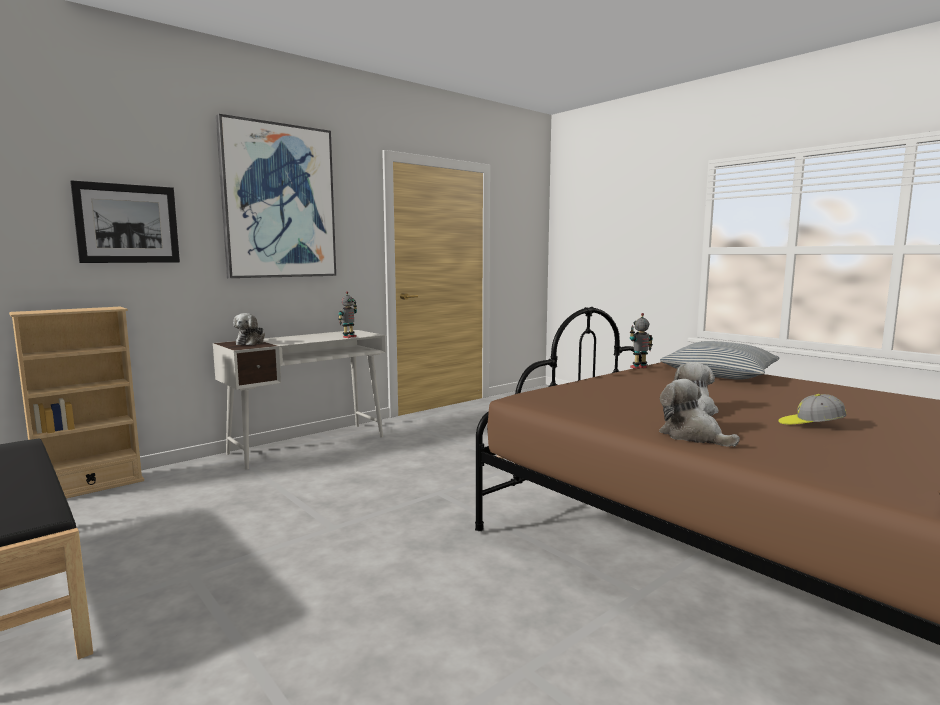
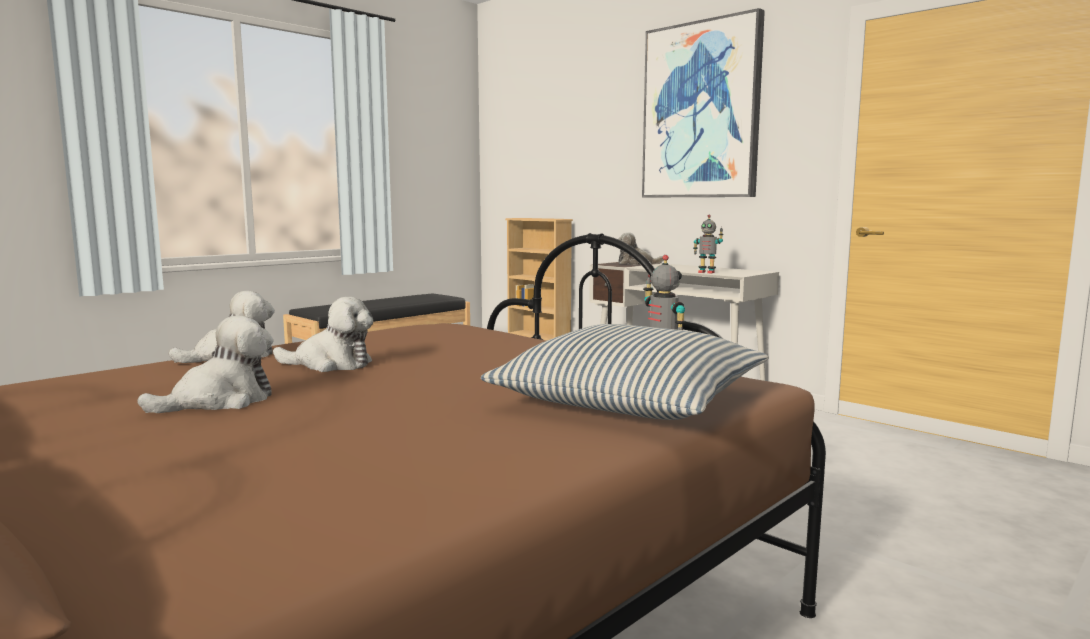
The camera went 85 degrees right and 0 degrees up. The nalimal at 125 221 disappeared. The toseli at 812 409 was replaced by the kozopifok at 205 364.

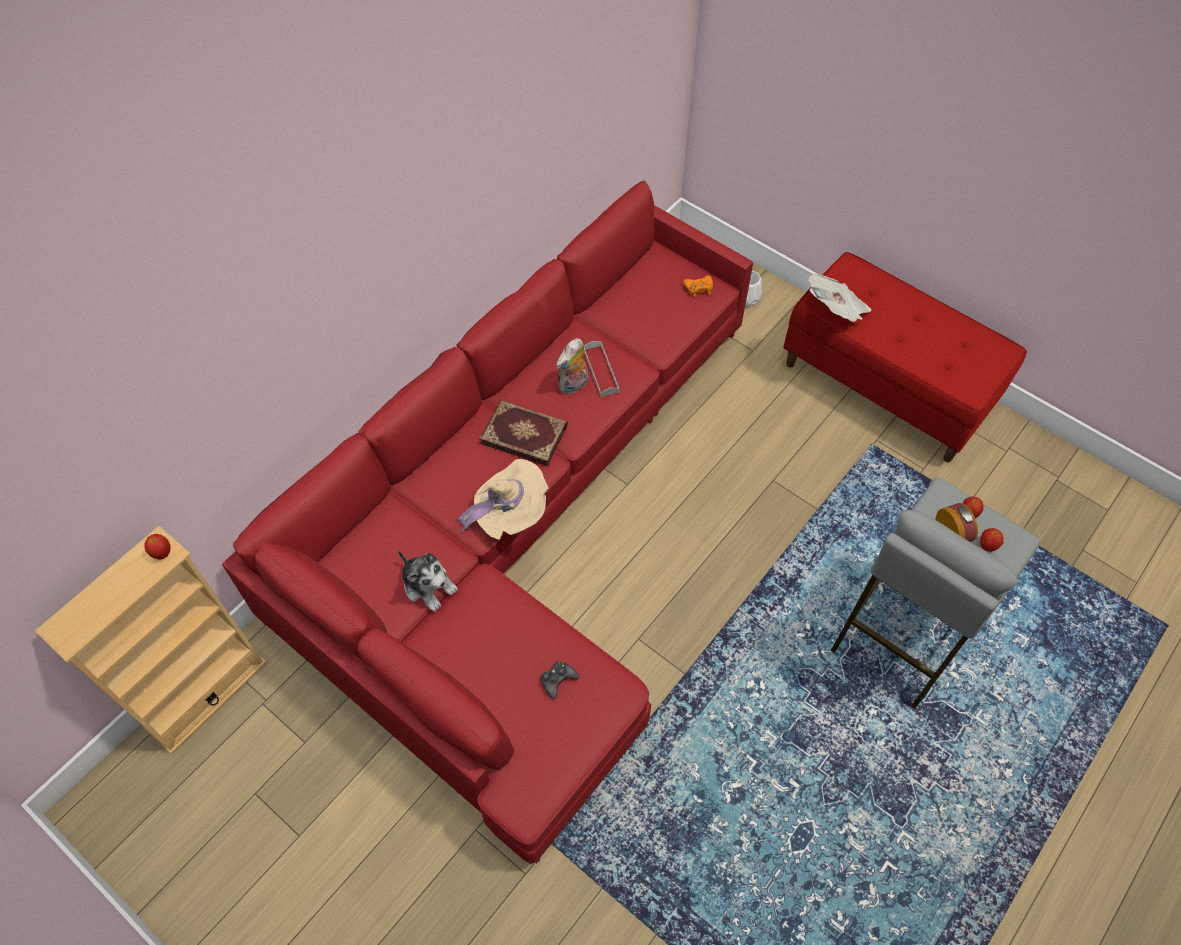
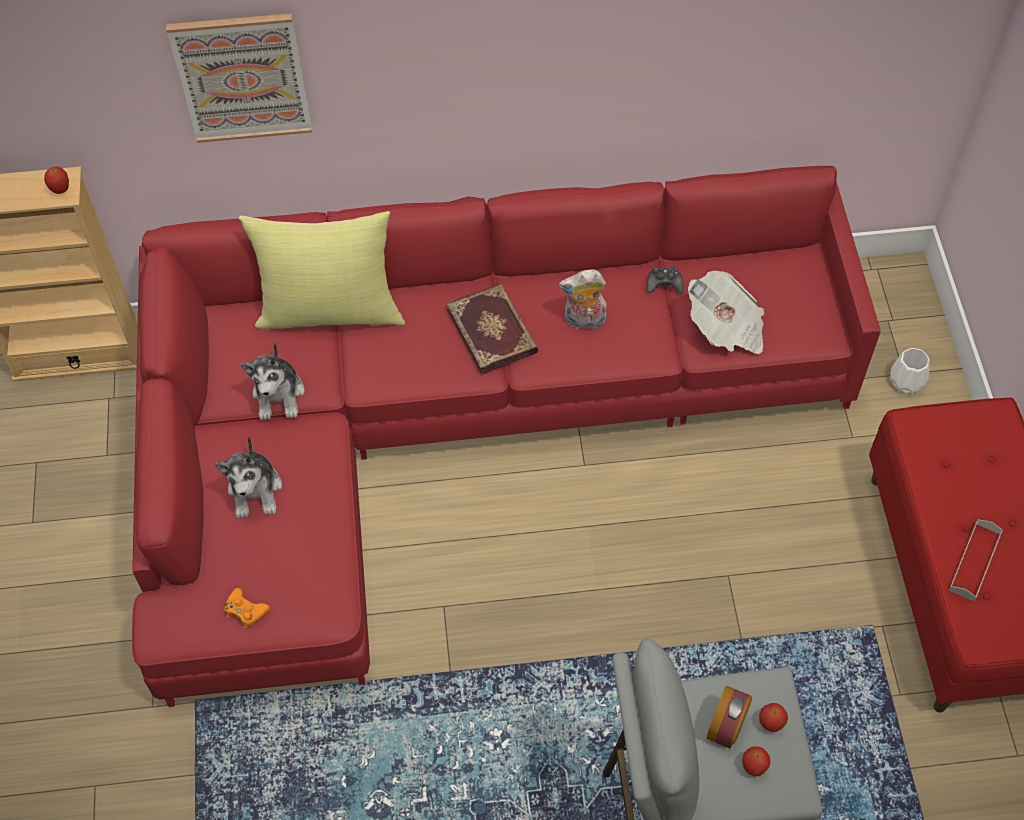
The camera went 45 degrees right and 0 degrees up. The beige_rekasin at 503 499 disappeared. The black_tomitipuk moved from 560 680 to 665 280. The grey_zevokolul moved from 602 369 to 976 560. The orange_tomitipuk moved from 698 286 to 247 608. The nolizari moved from 840 297 to 726 312. The nalimal at 239 78 appeared. The kozopifok at 248 476 appeared. The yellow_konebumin at 321 270 appeared.

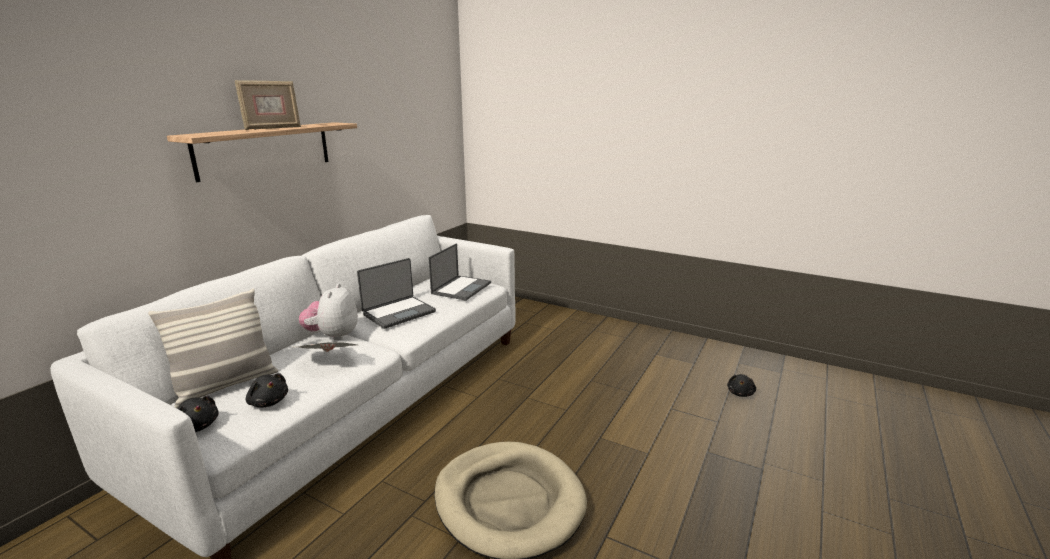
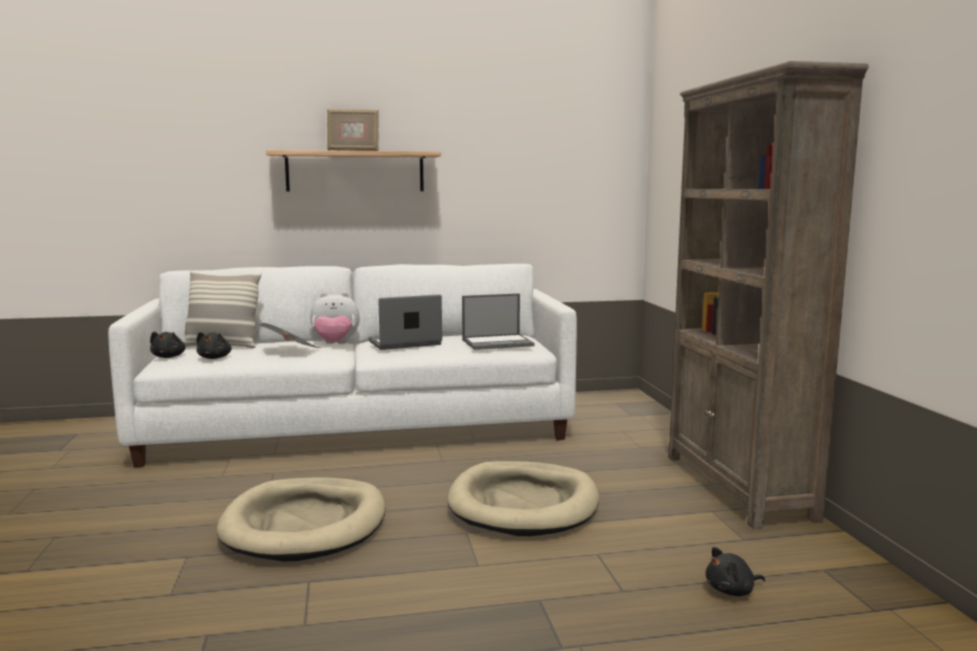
The camera went 50 degrees right and 10 degrees down. The kozopifok at 328 311 turned 150 degrees counterclockwise. The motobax at 396 293 turned 150 degrees clockwise. The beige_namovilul at 523 498 appeared. The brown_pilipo at 768 295 appeared.

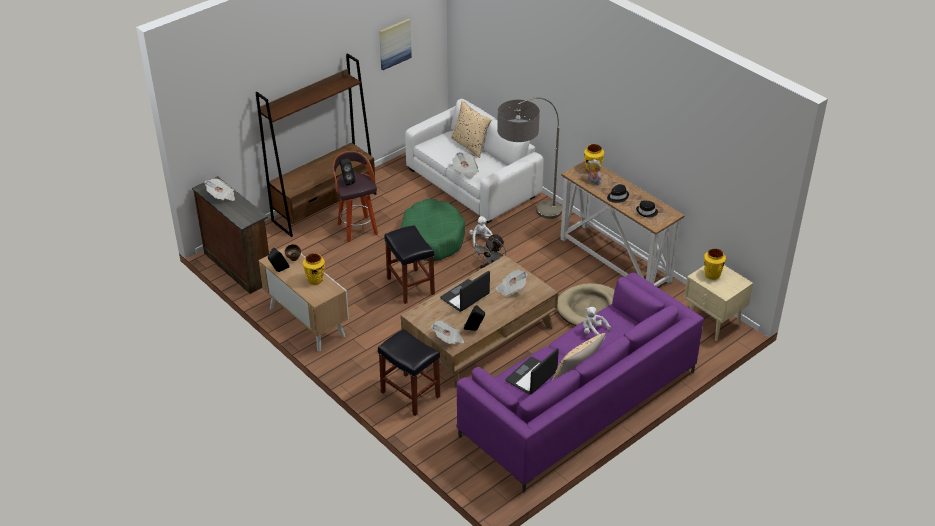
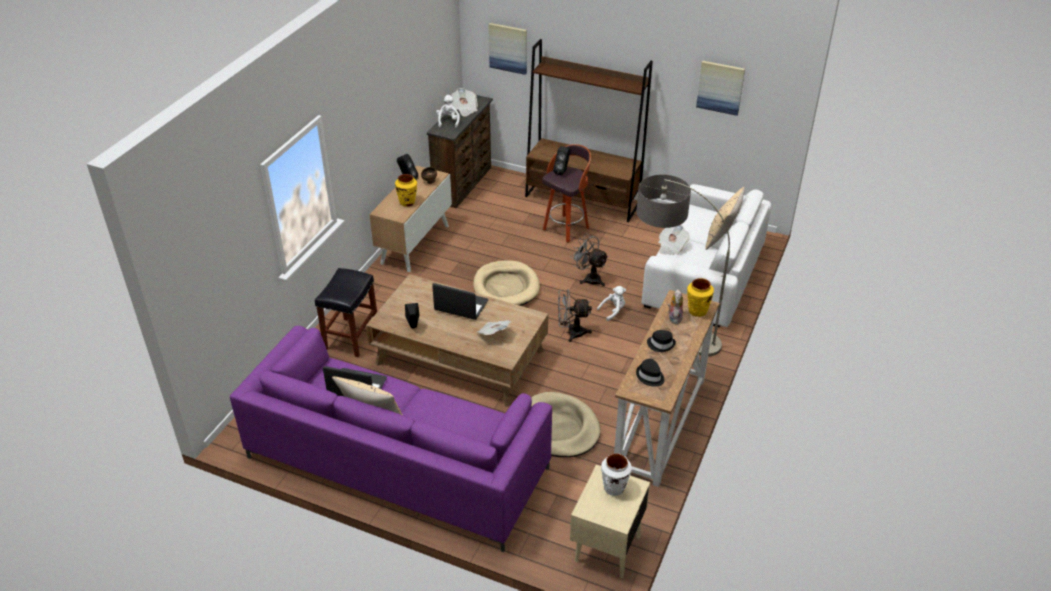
The camera went 65 degrees right and 0 degrees up. The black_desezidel at 409 264 was replaced by the beige_namovilul at 506 283. The green_namovilul at 433 230 was replaced by the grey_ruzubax at 589 260. The nolizari at 447 332 disappeared. The white_kozopifok moved from 597 324 to 448 111. The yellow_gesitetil at 715 264 became the white_gesitetil at 616 474. The nalimal at 507 49 appeared.

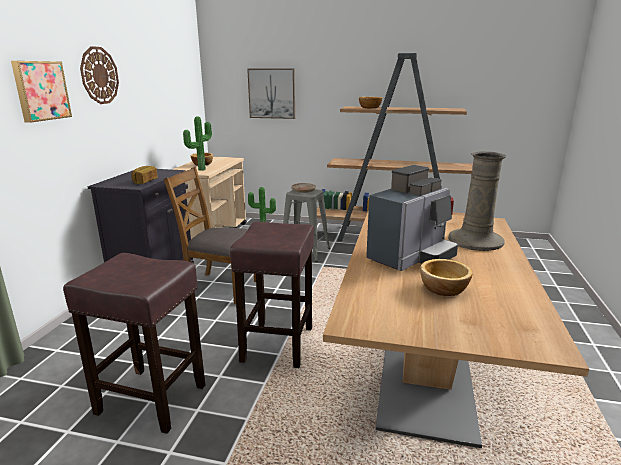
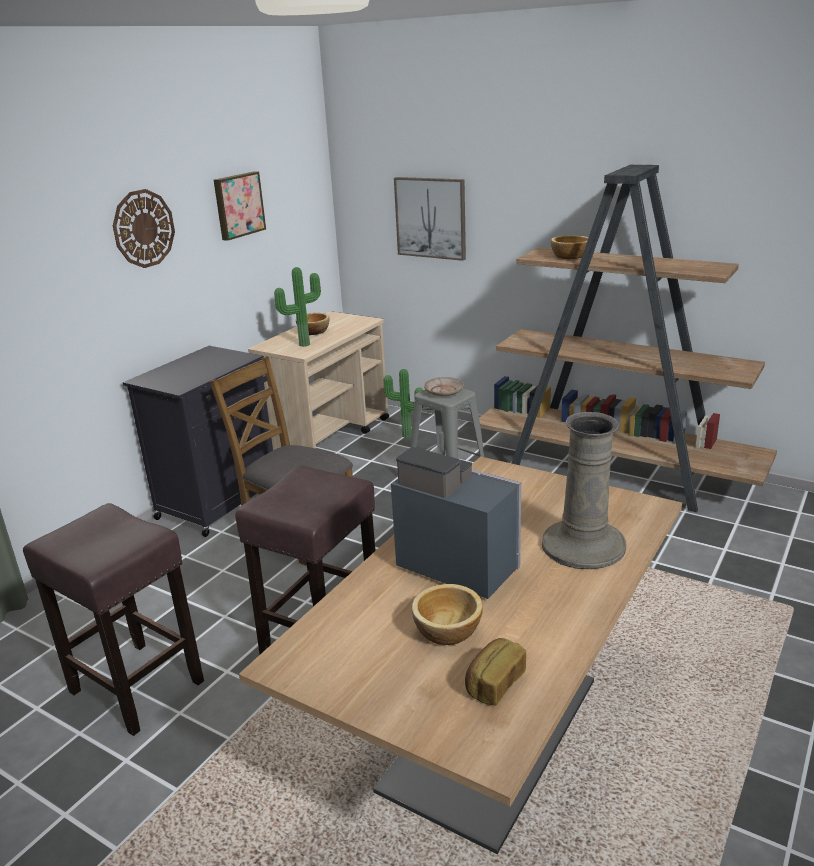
The camera went 20 degrees right and 5 degrees up. The nalimal moved from 41 92 to 240 206. The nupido moved from 144 175 to 495 672. The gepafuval at 412 218 turned 120 degrees counterclockwise.

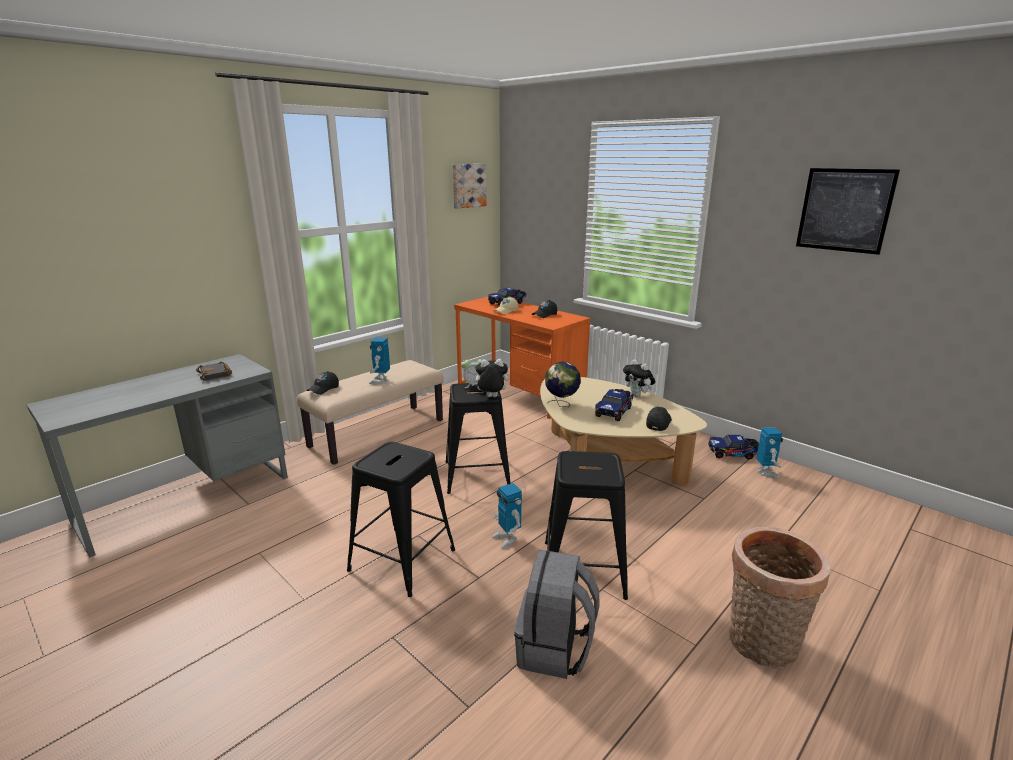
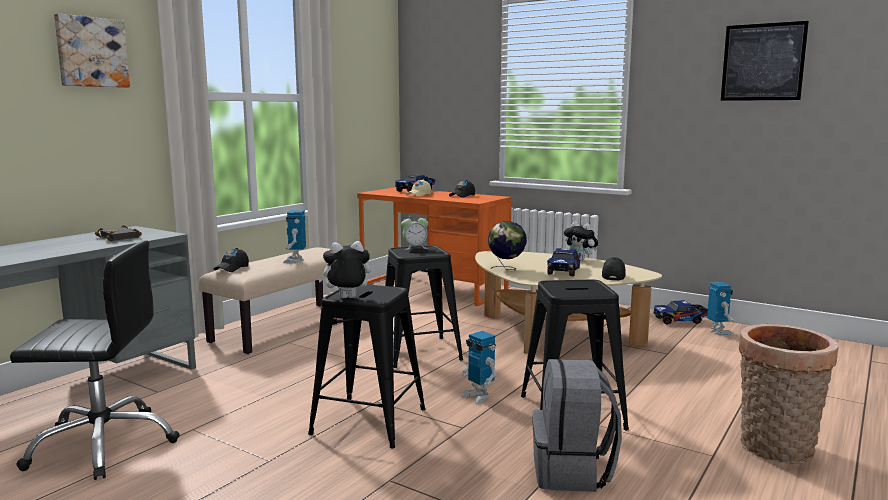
The camera went 10 degrees left and 10 degrees down. The nalimal moved from 470 186 to 92 50. The kozopifok moved from 489 378 to 344 269. The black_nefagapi at 95 360 appeared.

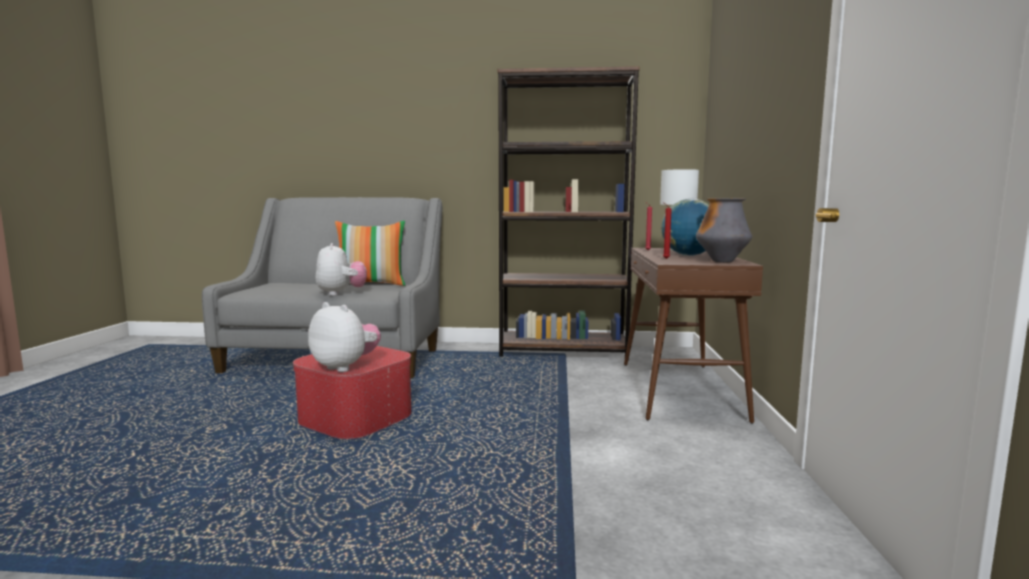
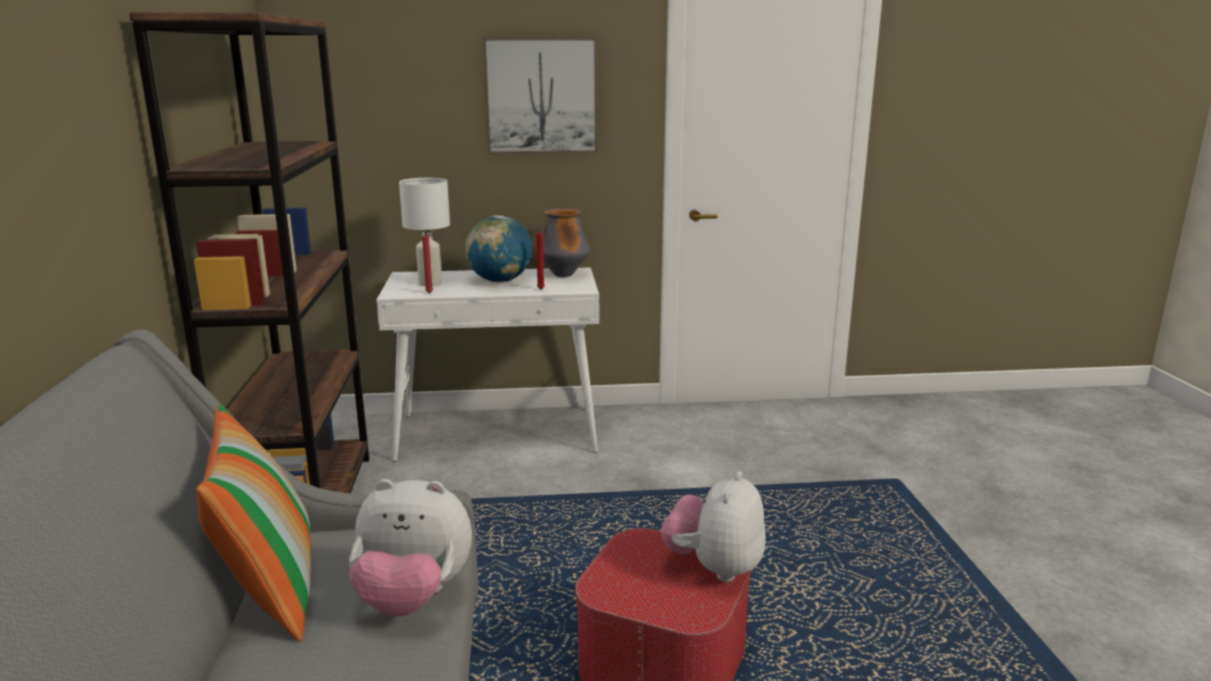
The camera went 100 degrees left and 10 degrees up. The kozopifok at 341 269 turned 150 degrees counterclockwise. The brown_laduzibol at 693 336 became the white_laduzibol at 487 365. The nalimal at 540 95 appeared.

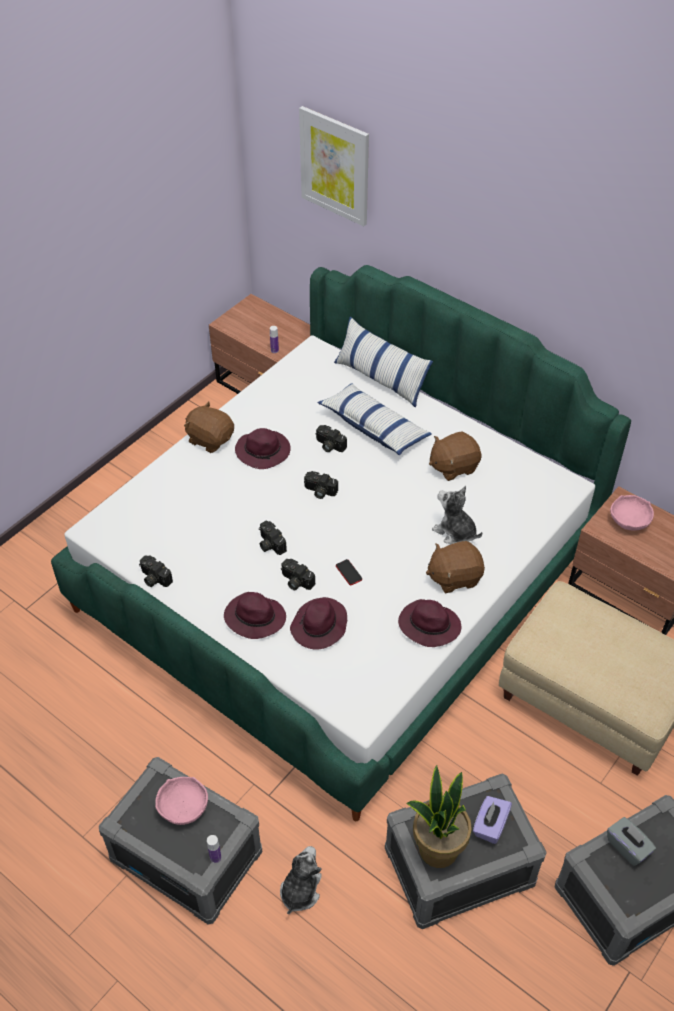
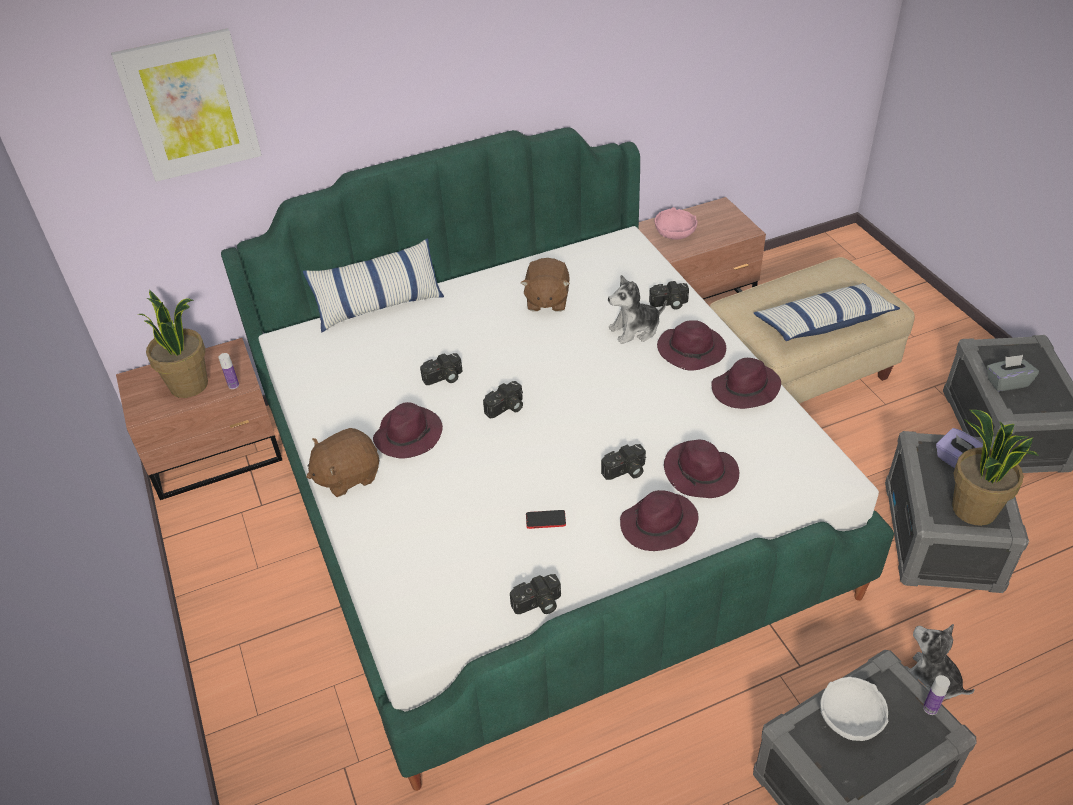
The camera went 60 degrees left and 5 degrees down. The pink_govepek at 181 801 became the white_govepek at 854 709. The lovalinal moved from 273 538 to 669 295. The konebumin moved from 374 419 to 826 312. The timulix moved from 349 572 to 546 519. The brown_kozopifok at 455 567 was replaced by the purple_rekasin at 691 345. The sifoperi at 172 344 appeared.

